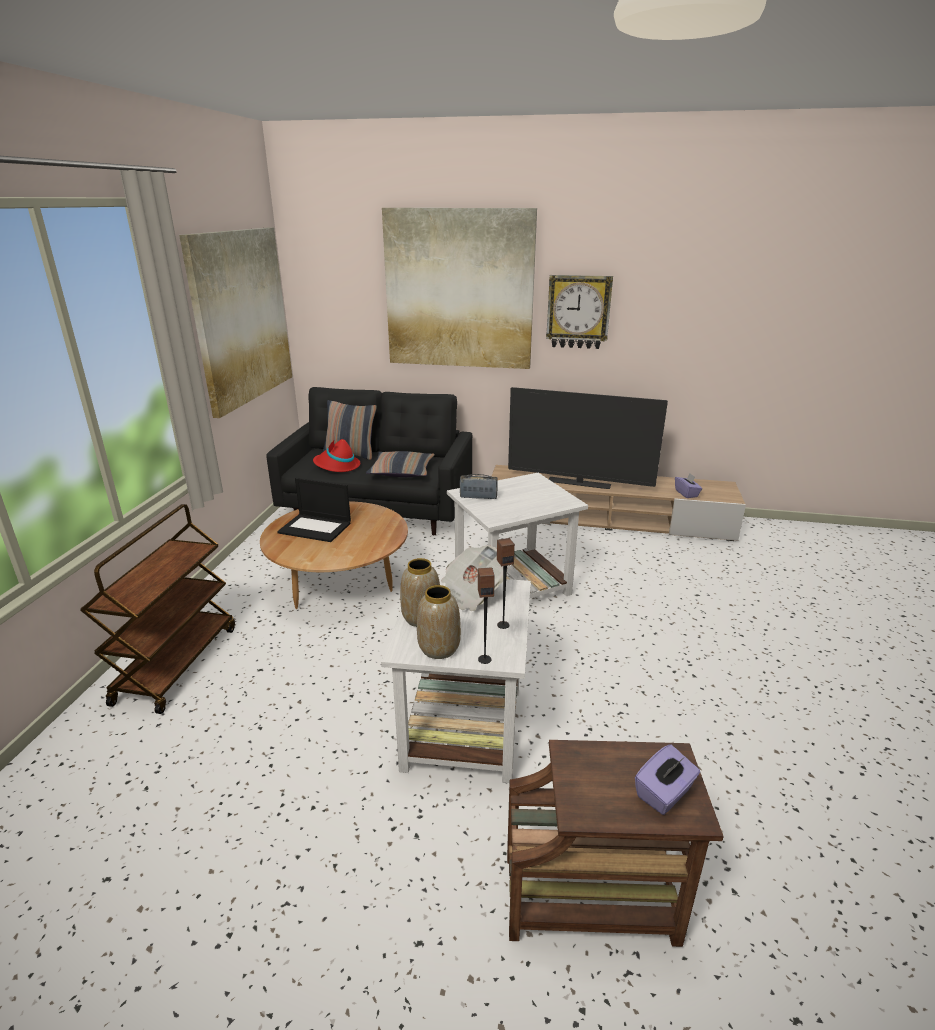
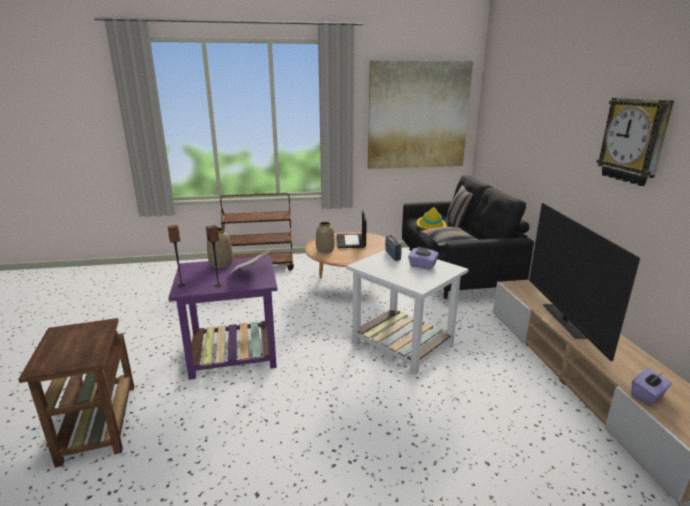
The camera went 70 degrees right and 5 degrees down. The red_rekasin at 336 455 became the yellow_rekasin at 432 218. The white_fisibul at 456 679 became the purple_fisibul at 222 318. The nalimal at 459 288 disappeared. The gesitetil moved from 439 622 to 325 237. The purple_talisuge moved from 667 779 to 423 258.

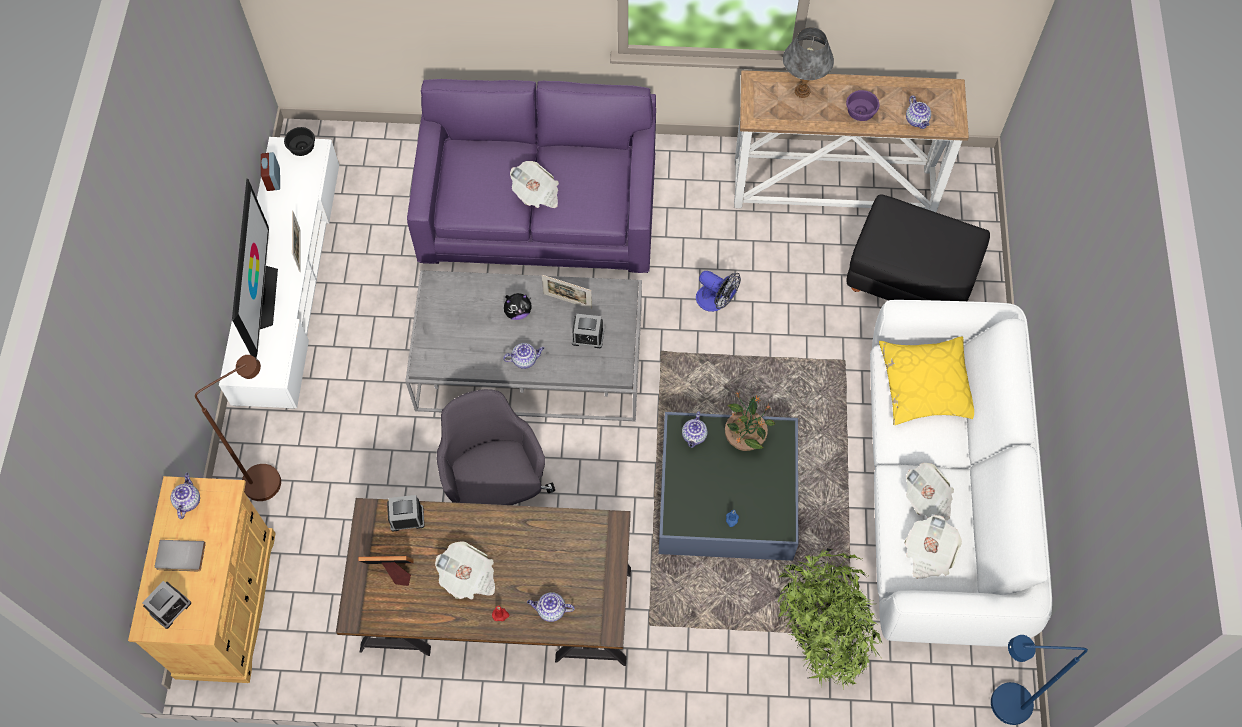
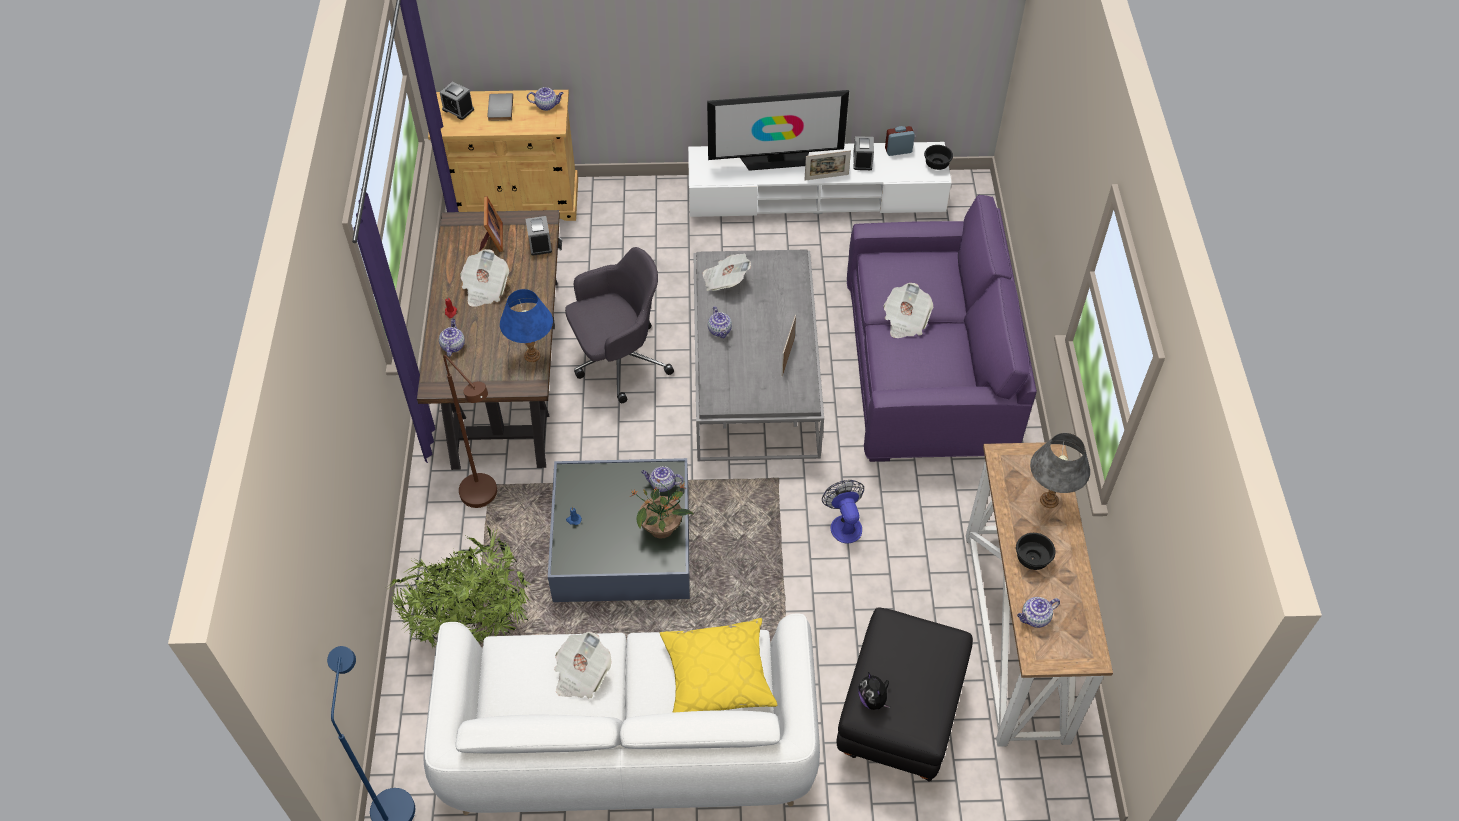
The camera went 85 degrees right and 10 degrees down. The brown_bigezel moved from 238 428 to 470 431. The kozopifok moved from 518 306 to 874 691. The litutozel moved from 588 331 to 863 153. The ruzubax at 718 291 turned 135 degrees clockwise. The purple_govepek at 863 105 became the black_govepek at 1036 551. The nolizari moved from 933 547 to 726 272. The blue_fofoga at 526 325 appeared.

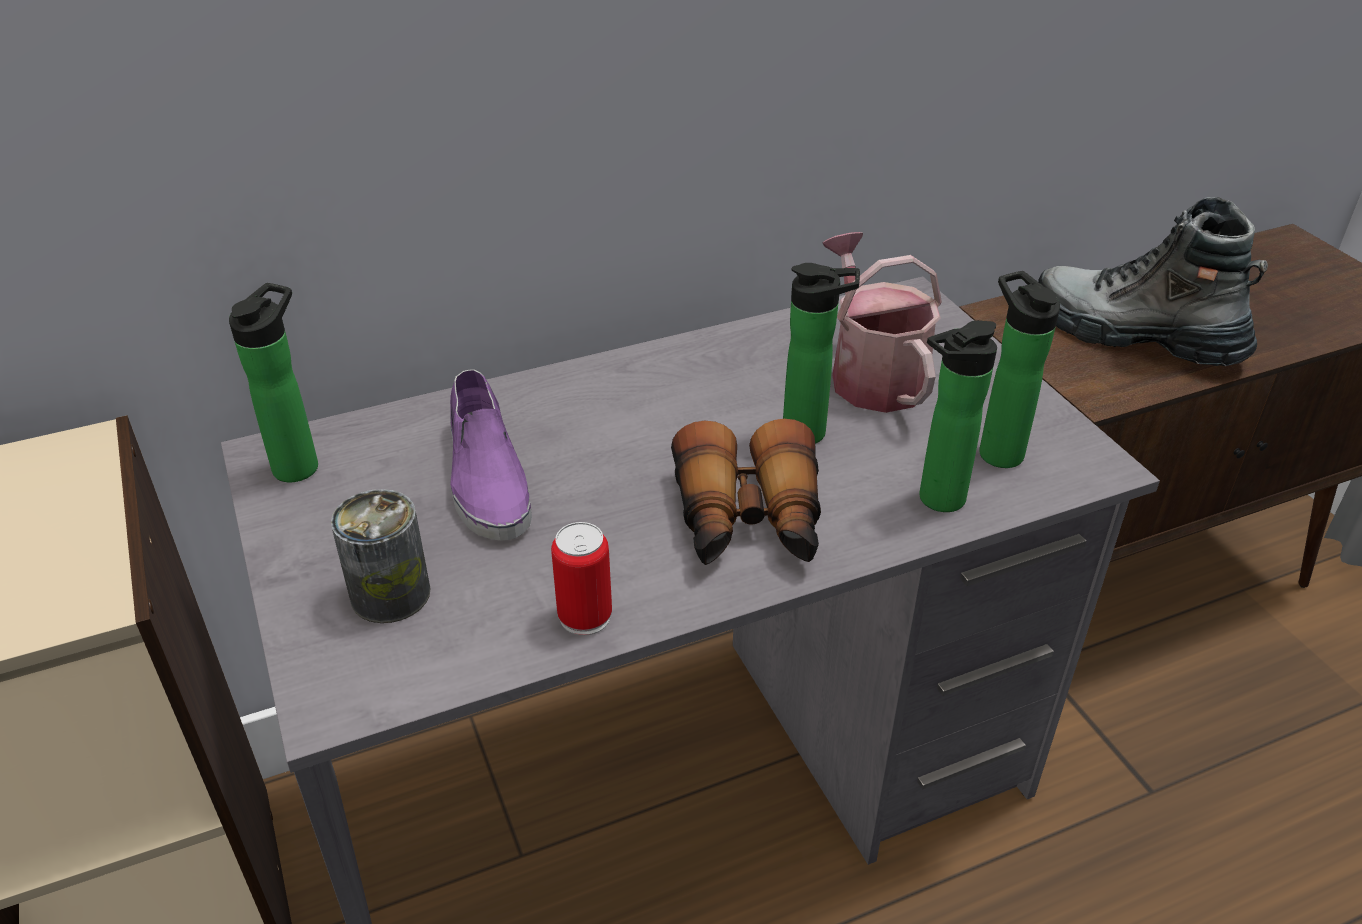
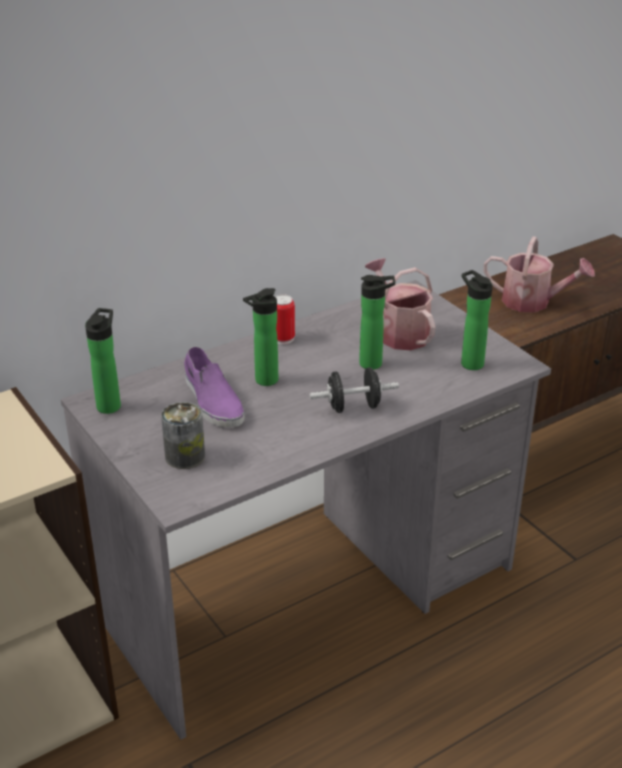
The camera went 10 degrees left and 5 degrees down. The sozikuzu moved from 581 578 to 285 319. The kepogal at 746 492 was replaced by the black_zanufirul at 354 390. The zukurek moved from 958 416 to 260 337. The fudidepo at 1153 281 was replaced by the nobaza at 539 274.

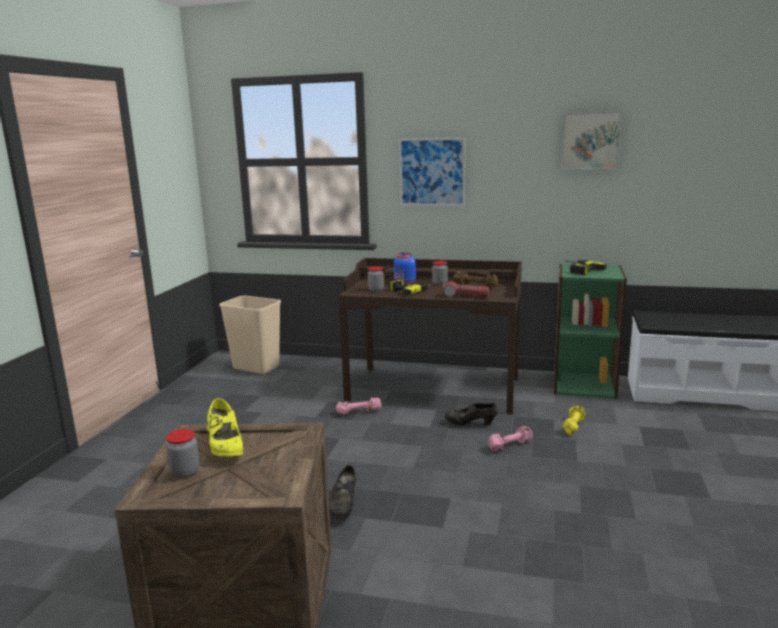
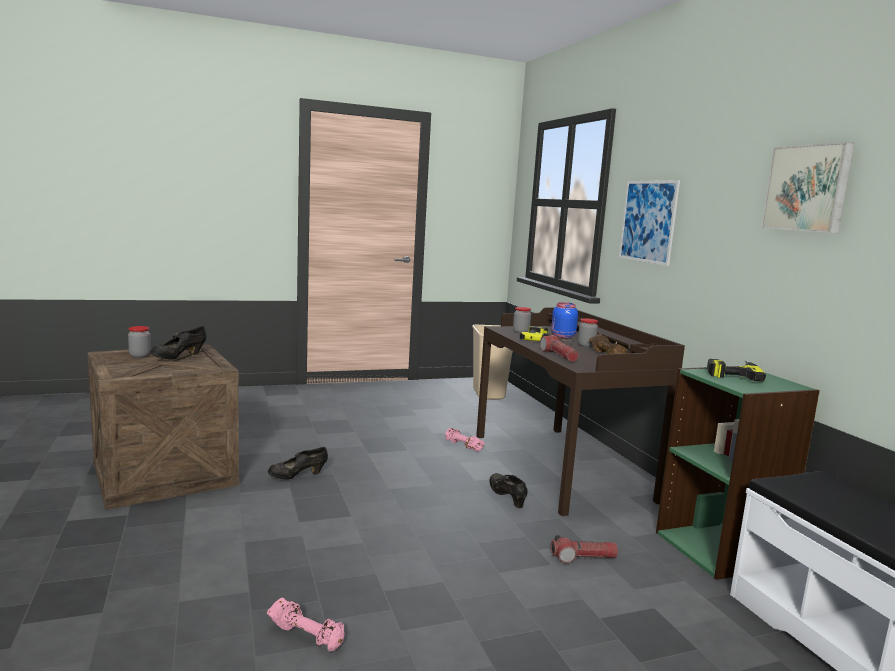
The camera went 55 degrees right and 5 degrees down. The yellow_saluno at 225 427 became the black_saluno at 178 342. The pink_zanufirul moved from 510 439 to 306 624. The yellow_zanufirul at 574 420 was replaced by the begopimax at 584 549.

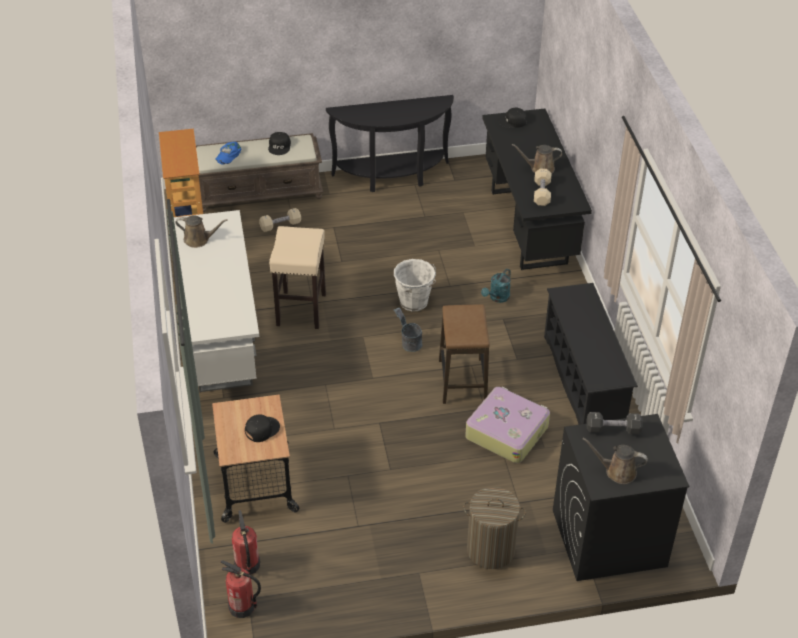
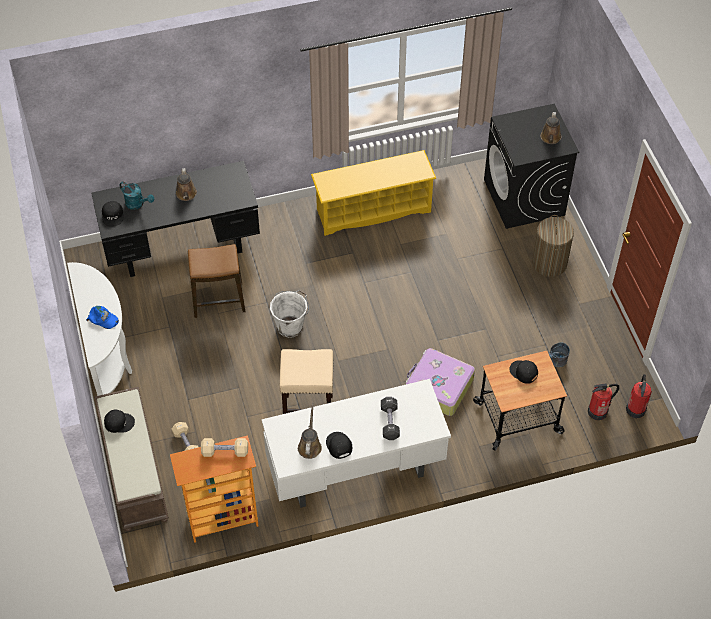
The camera went 95 degrees left and 10 degrees up. The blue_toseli moved from 228 153 to 102 317. The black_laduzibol at 390 143 became the white_laduzibol at 99 329. The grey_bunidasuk moved from 408 330 to 559 354. The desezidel moved from 464 354 to 216 281. The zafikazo moved from 507 424 to 440 382. The turquoise_nobaza moved from 496 286 to 136 196. The beige_zanufirul moved from 542 187 to 224 447. The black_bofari at 591 354 became the yellow_bofari at 373 193. The black_zanufirul moved from 614 423 to 390 418. The black_toseli at 339 445 appeared.

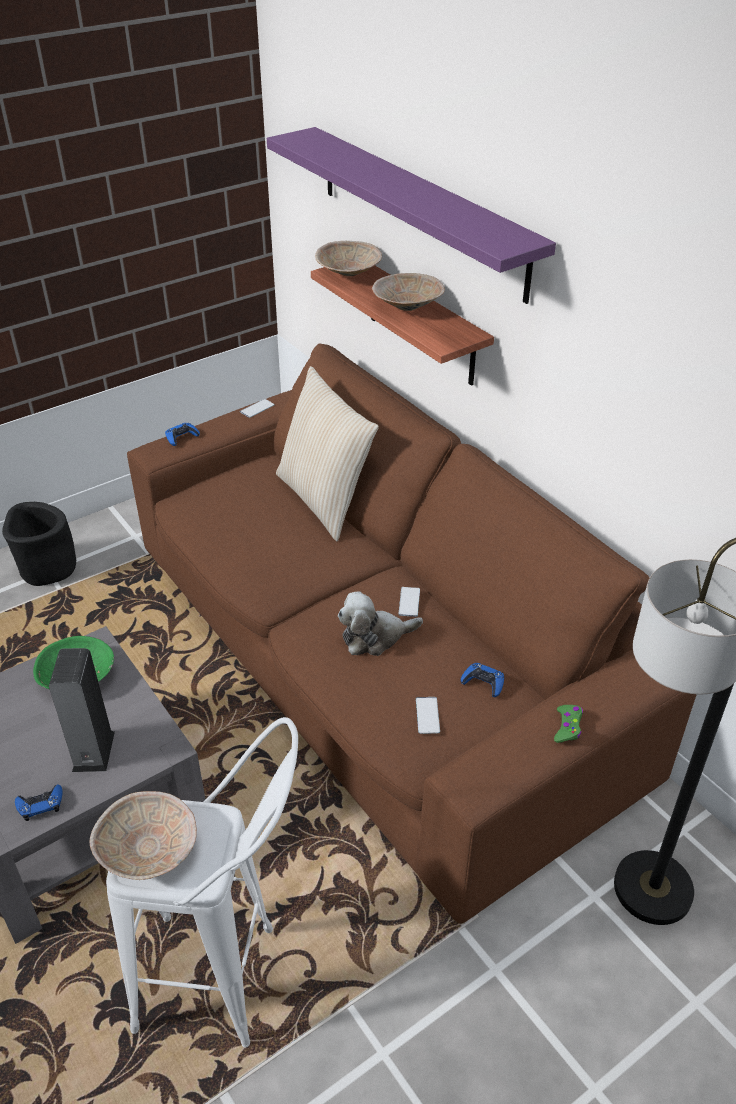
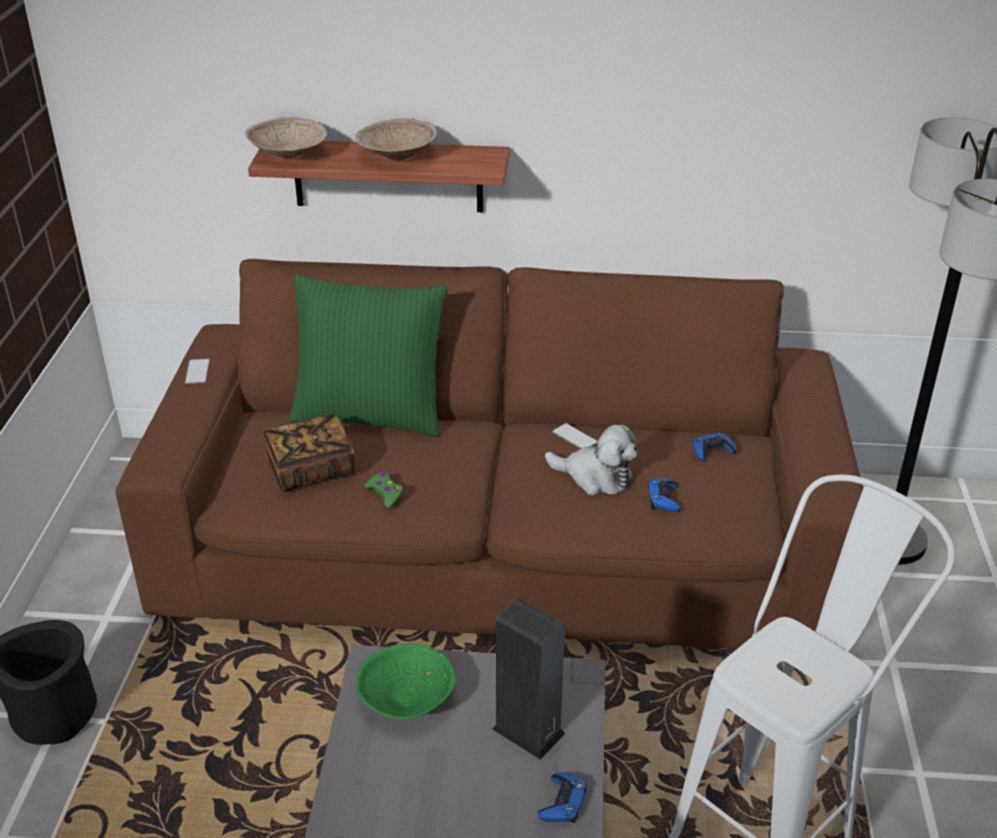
The camera went 50 degrees left and 5 degrees down. The beige_govepek at 143 835 disappeared. The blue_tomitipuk moved from 182 434 to 664 495. The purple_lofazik at 411 215 disappeared. The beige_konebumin at 327 453 became the green_konebumin at 368 355. The kozopifok at 380 623 turned 90 degrees counterclockwise. The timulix at 428 715 disappeared. The green_tomitipuk moved from 568 724 to 384 490. The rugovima at 309 453 appeared.

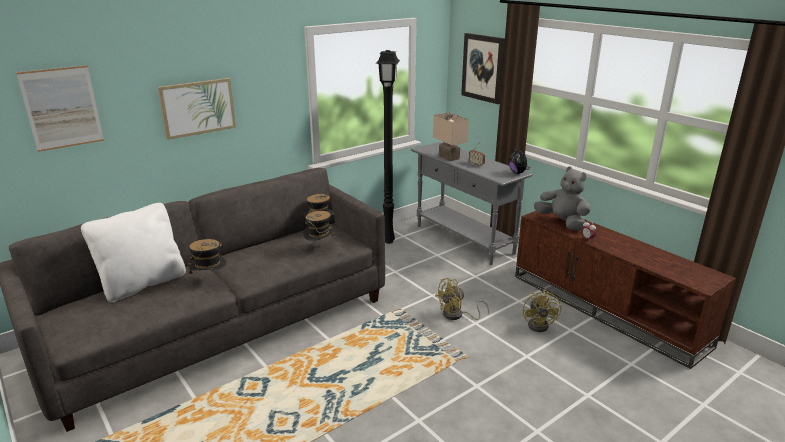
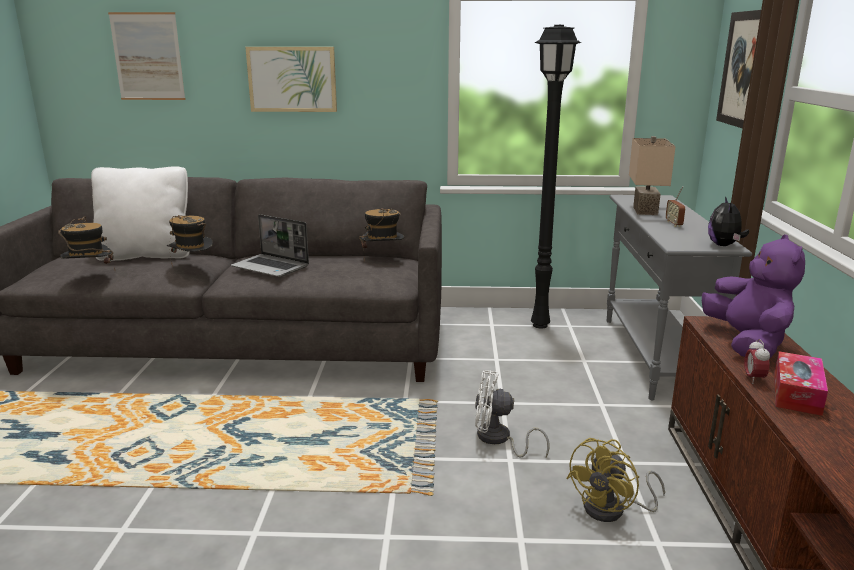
The camera went 40 degrees right and 5 degrees down. The rekasin moved from 319 225 to 86 243. The yellow_ruzubax at 462 299 became the white_ruzubax at 512 414. The grey_kozopifok at 562 198 became the purple_kozopifok at 753 296. The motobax at 270 245 appeared. The talisuge at 801 383 appeared.

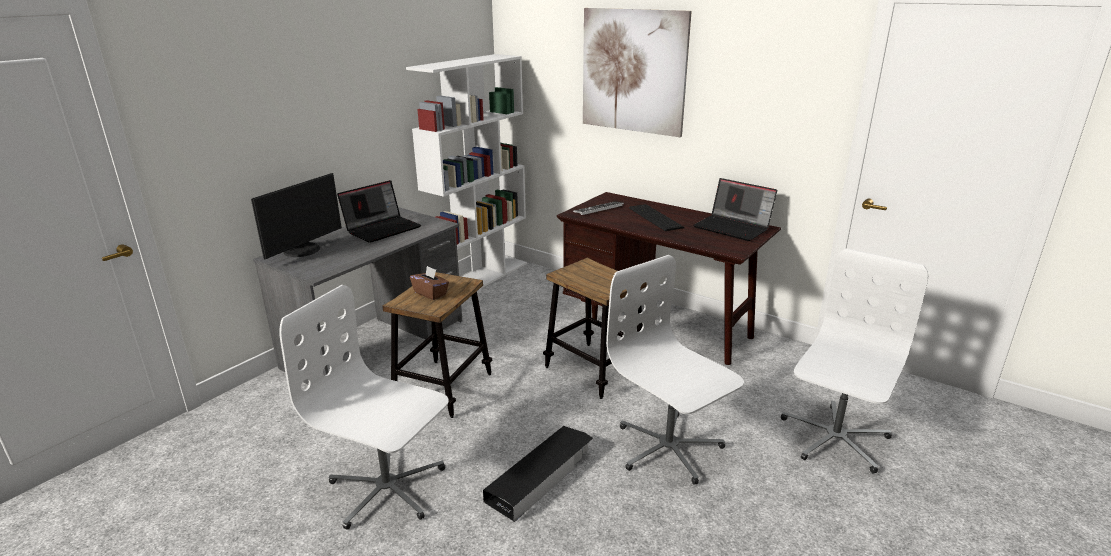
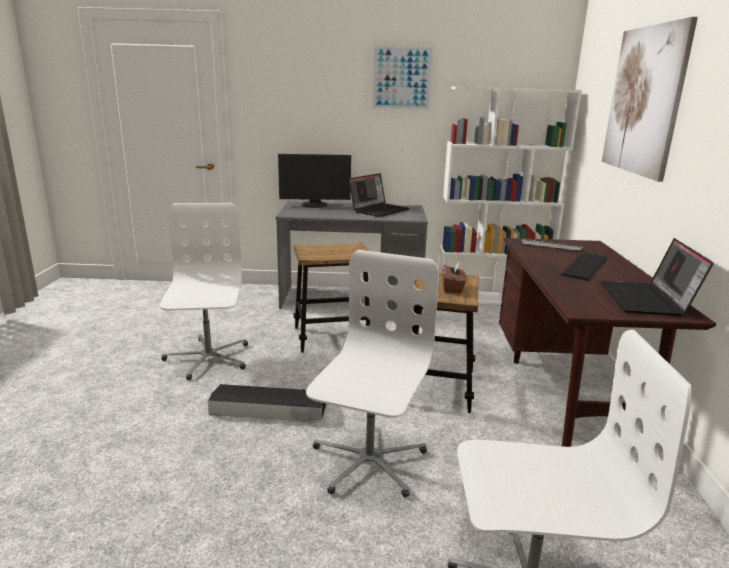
The camera went 55 degrees right and 5 degrees down. The motobax at 379 211 turned 60 degrees counterclockwise. The brown_talisuge moved from 429 283 to 454 277. The nalimal at 403 78 appeared.

